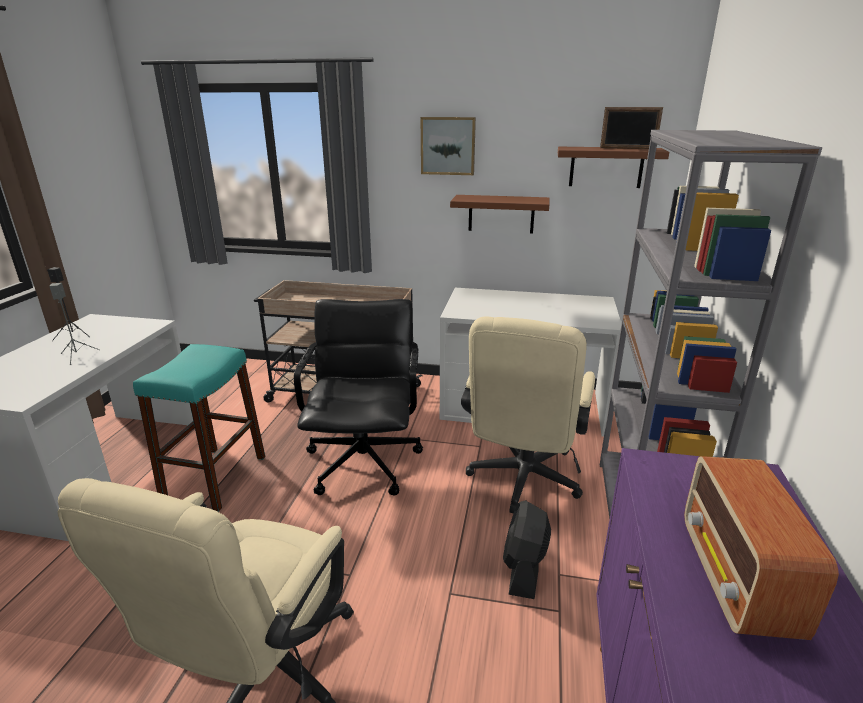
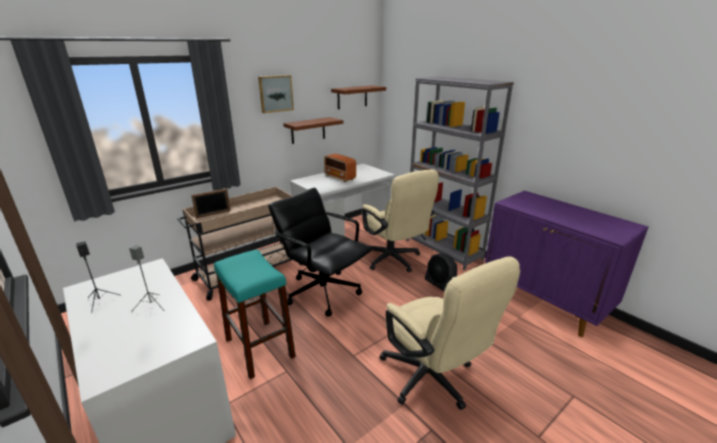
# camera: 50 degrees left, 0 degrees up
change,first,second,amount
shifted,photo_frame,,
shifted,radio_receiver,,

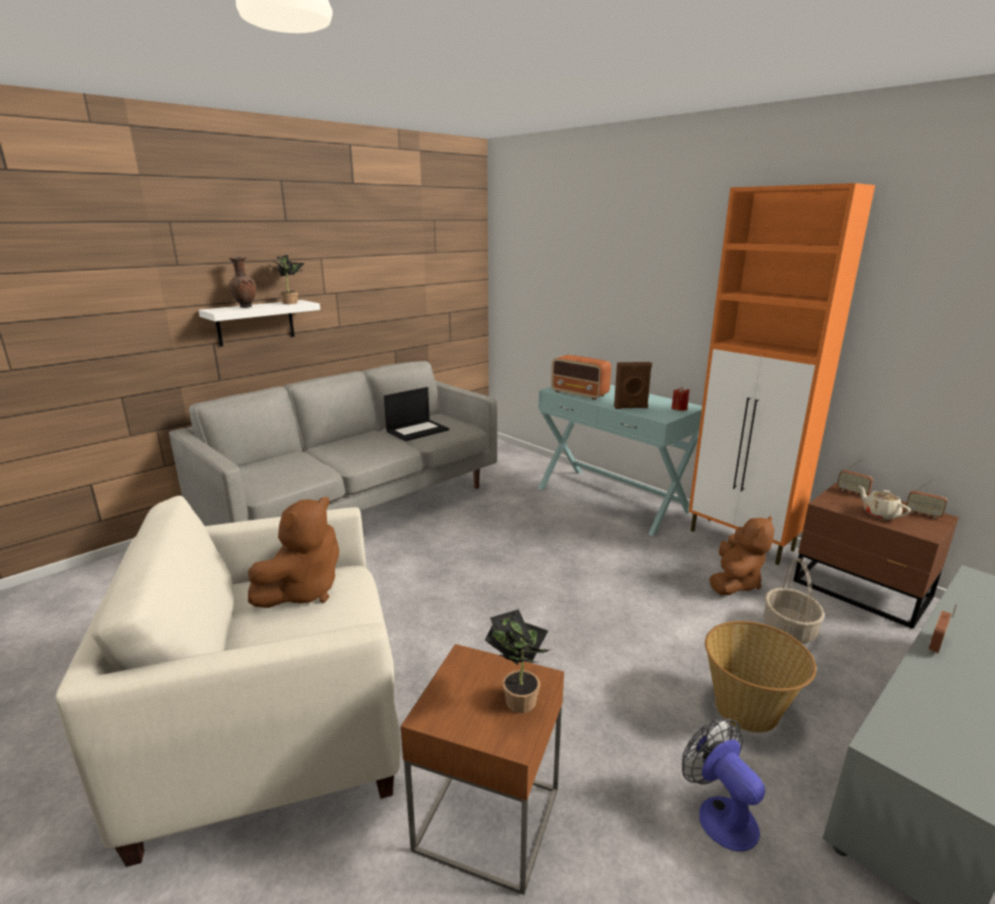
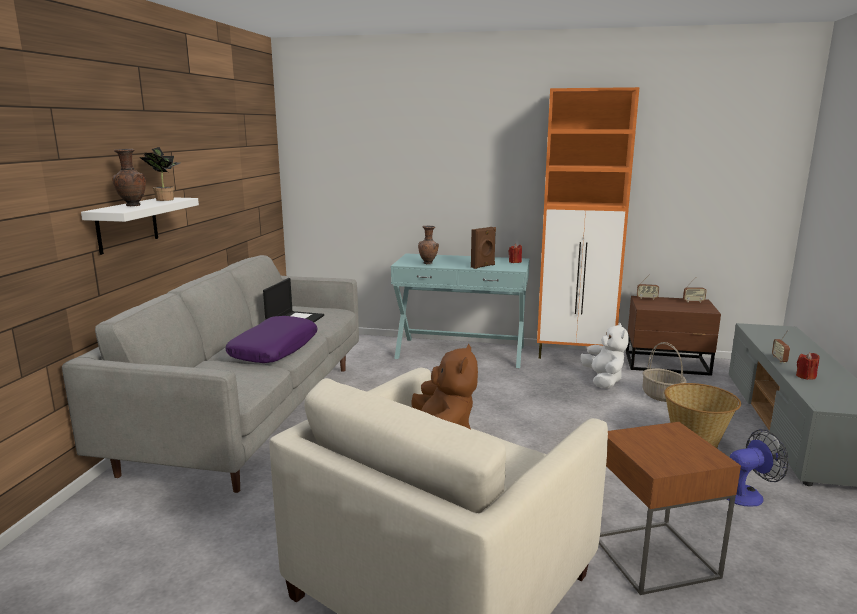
# camera: 35 degrees left, 5 degrees down
change,first,second,amount
swapped,radio_receiver (no. 1 from left),brownish_decorative_vase (no. 2 from left),
gone,beige_pot_for_tea,,
repainted,brownish_soft_toy (no. 2 from left),whitish_soft_toy,
gone,potted_plant (no. 2 from left),,
rotated,fan,,135 degrees clockwise
new,,purplish_cushion,
new,,red_candle (no. 2 from left),

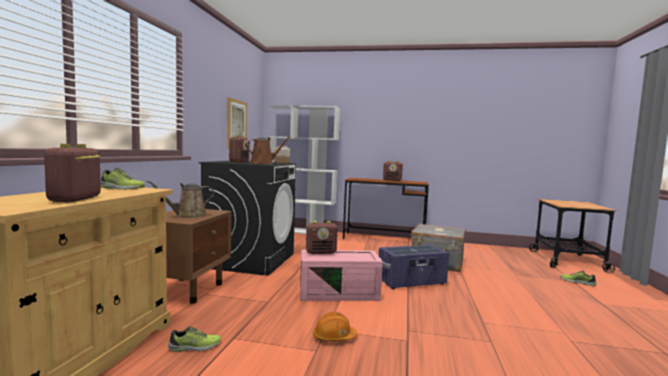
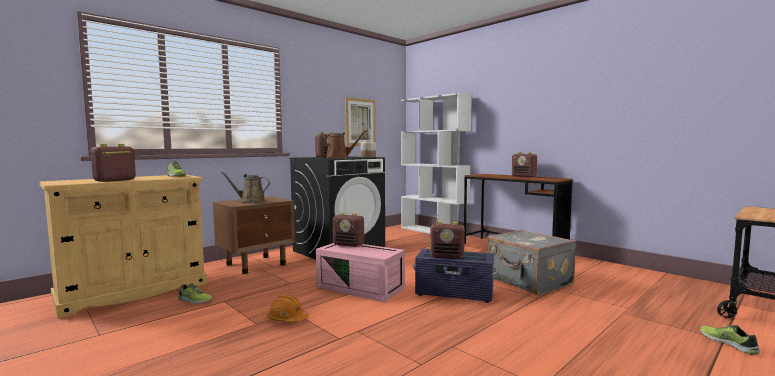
# camera: 35 degrees right, 0 degrees up
change,first,second,amount
new,,radio_receiver (no. 4 from left),

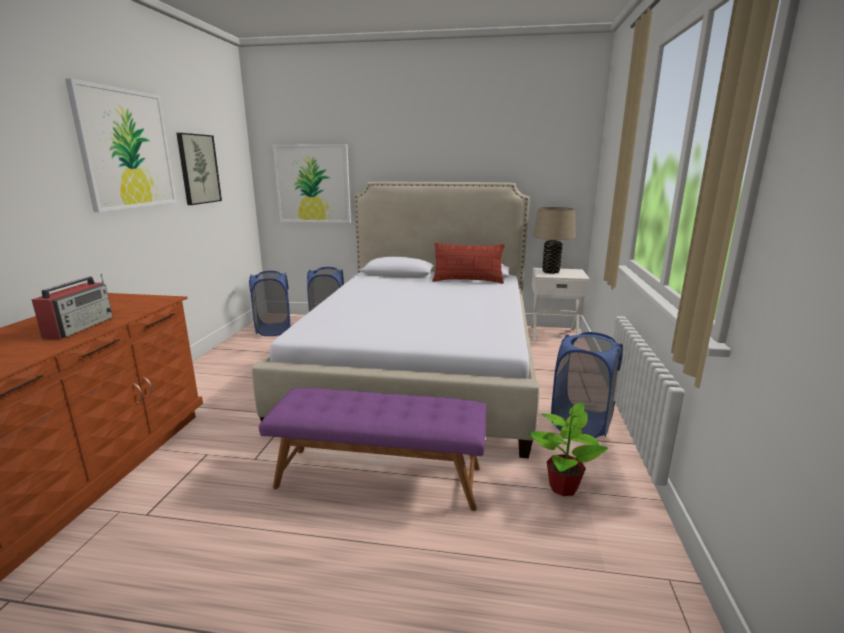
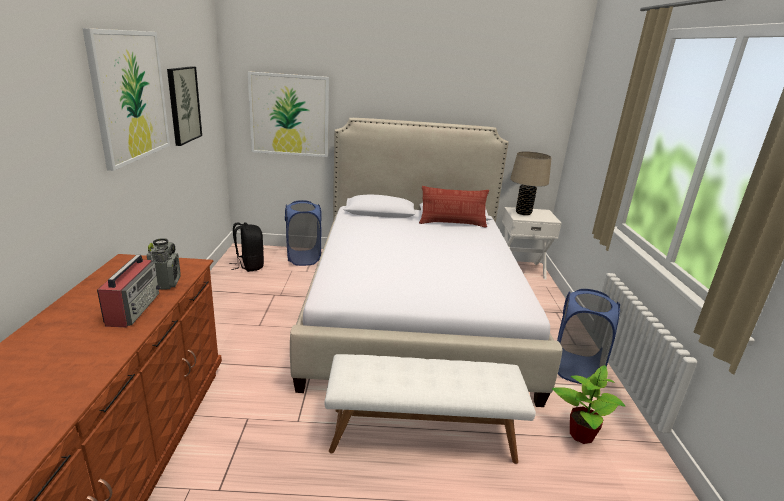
# camera: 10 degrees left, 5 degrees up
change,first,second,amount
swapped,blue_washing_basket (no. 1 from left),black-coloured_rucksack,
repainted,purplish_indoor_bench,whitish_indoor_bench,
new,,radio_receiver (no. 2 from left),

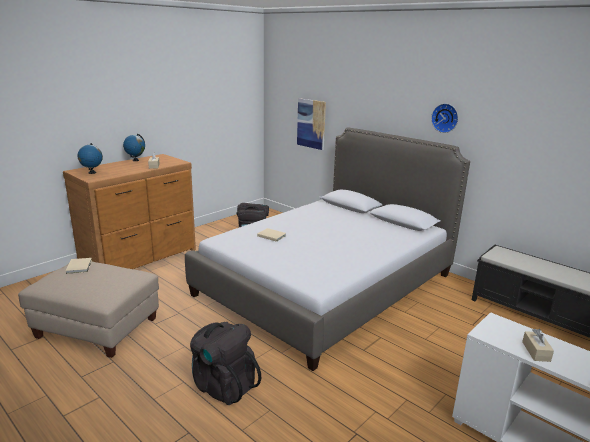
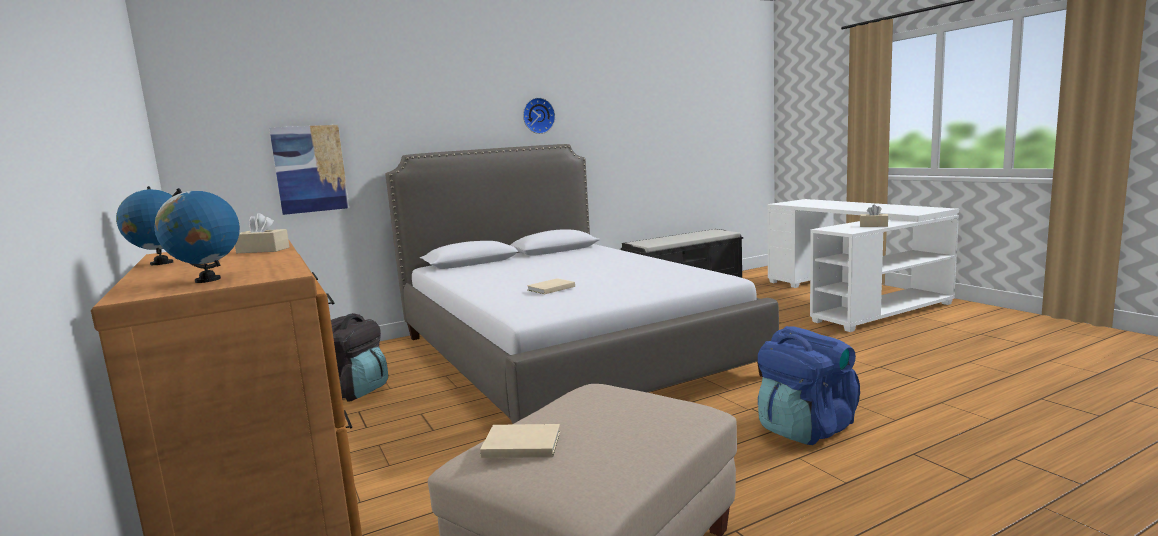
# camera: 70 degrees left, 10 degrees down
change,first,second,amount
repainted,black-coloured_rucksack (no. 1 from left),blue_rucksack,

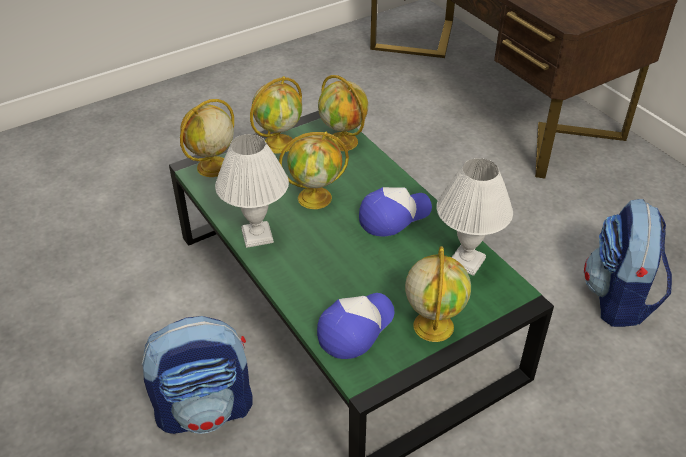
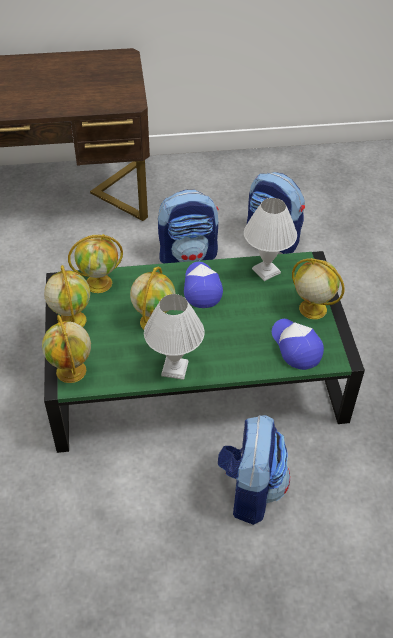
# camera: 65 degrees left, 5 degrees up
change,first,second,amount
new,,rucksack (no. 1 from left),

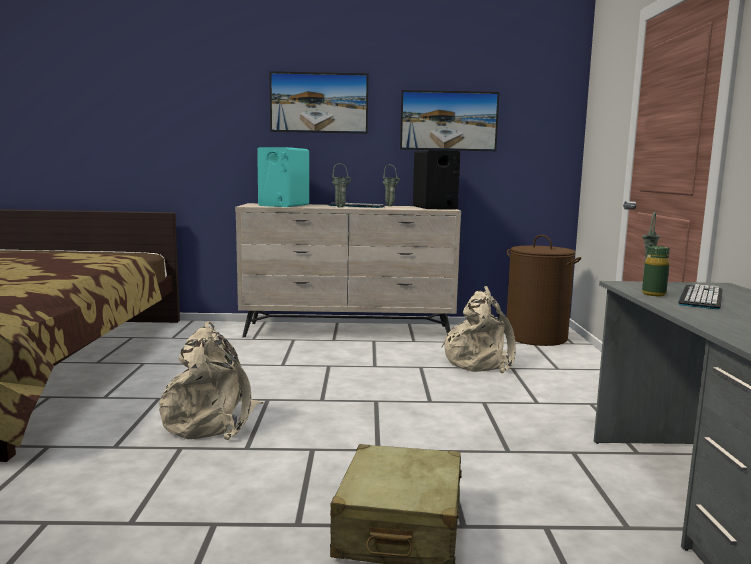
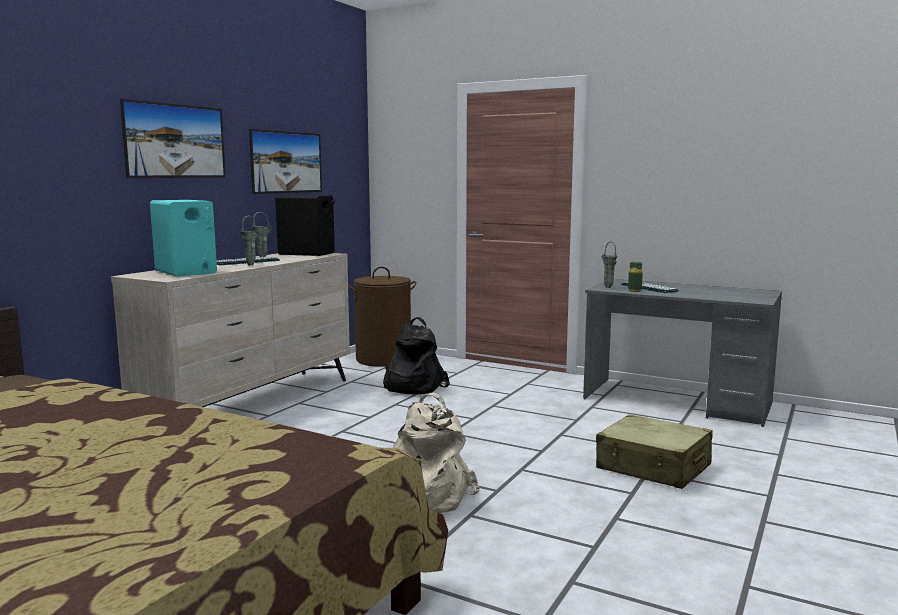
# camera: 60 degrees left, 0 degrees up
change,first,second,amount
repainted,beige_rucksack (no. 2 from left),black-coloured_rucksack,

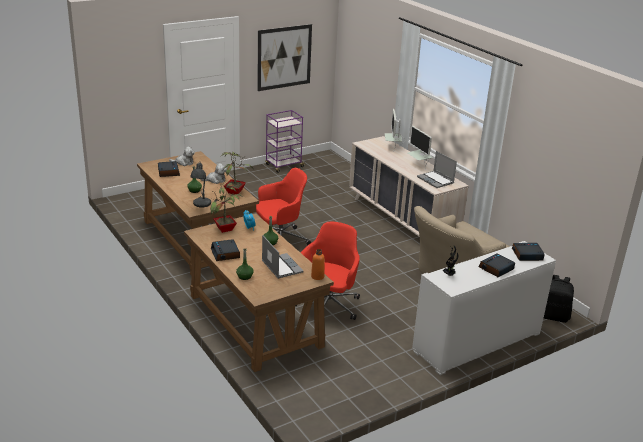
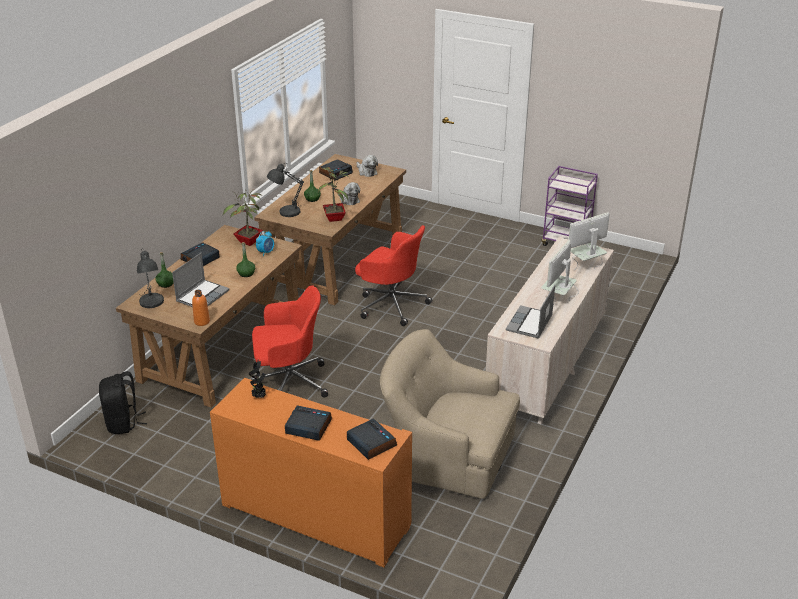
# camera: 60 degrees right, 5 degrees up
change,first,second,amount
gone,wall_art,,
repainted,whitish_cabinet,orangey_cabinet,
shifted,black-coloured_rucksack,,
new,,grey_tabletop_lamp (no. 1 from left),

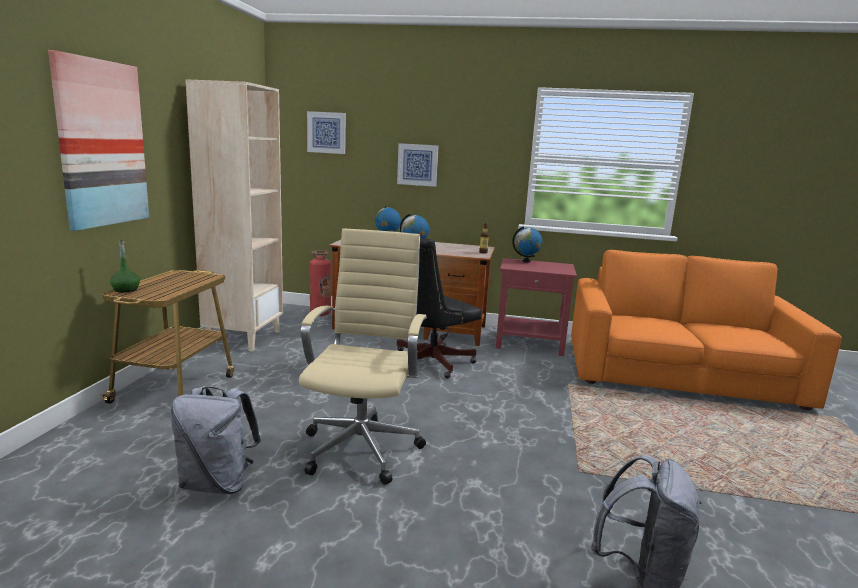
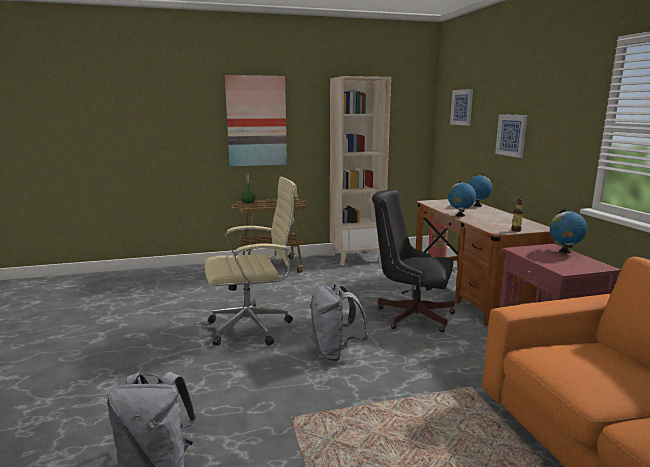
# camera: 65 degrees right, 0 degrees up
change,first,second,amount
shifted,grey_rucksack (no. 1 from left in the first image),grey_rucksack (no. 2 from left),

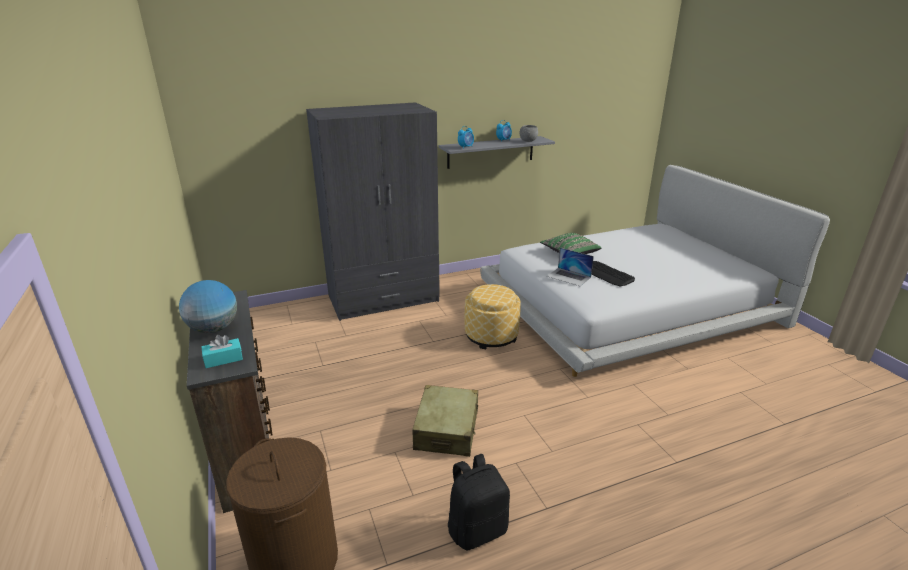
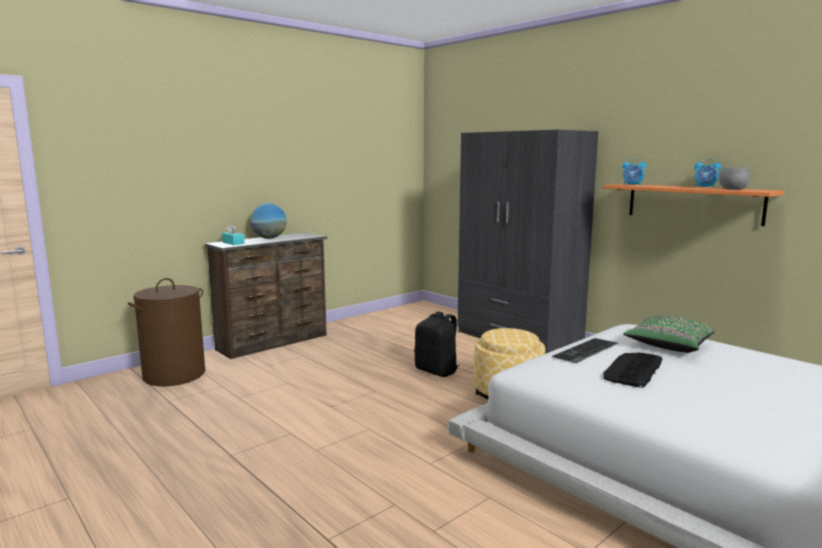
# camera: 70 degrees right, 15 degrees down
change,first,second,amount
repainted,grey_wall_shelf,orangey_wall_shelf,
swapped,laptop,keyboard (no. 1 from left),
gone,beige_piece_of_luggage,,
shifted,black-coloured_rucksack,,

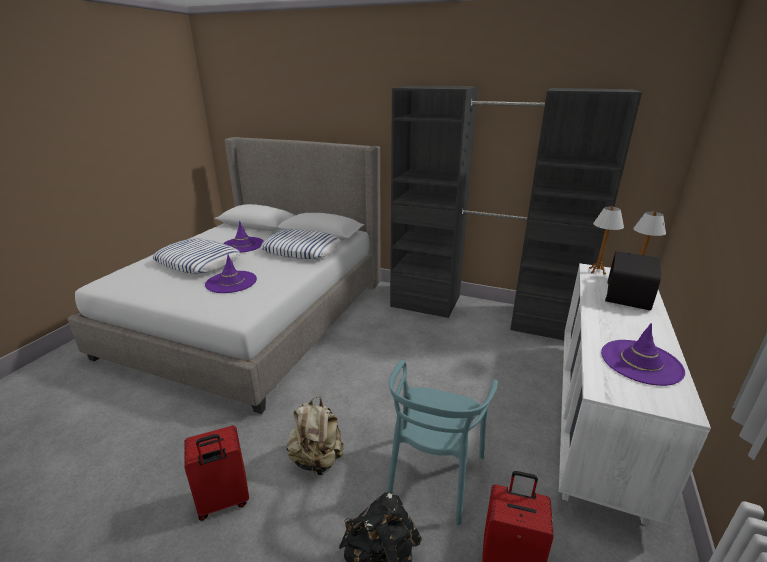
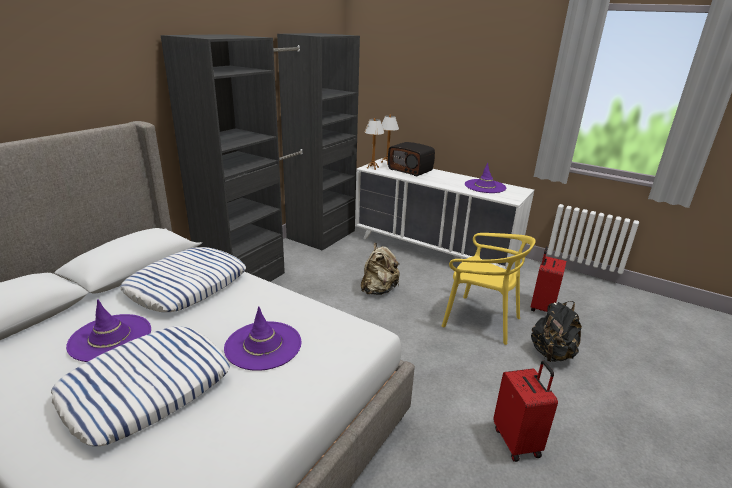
# camera: 80 degrees left, 0 degrees up
change,first,second,amount
repainted,turquoise-coloured_chair,yellow_chair,
shifted,beige_rucksack,,

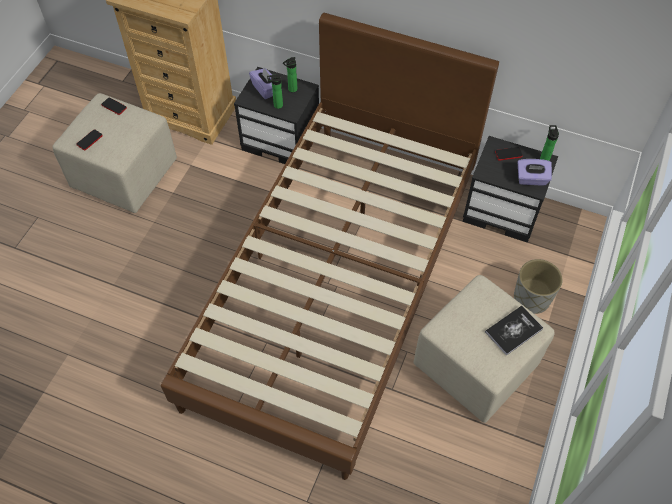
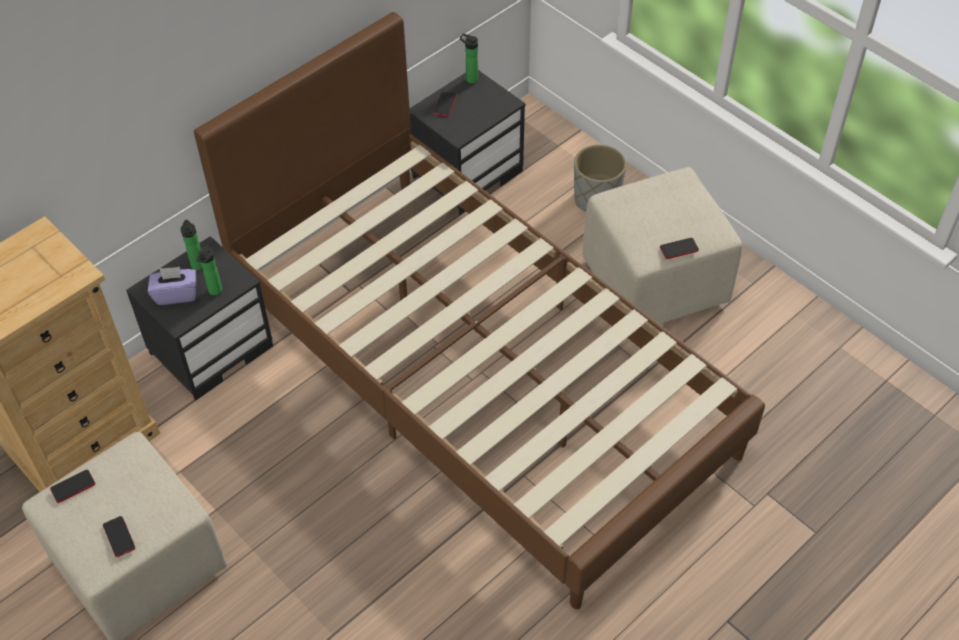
# camera: 65 degrees left, 5 degrees down
change,first,second,amount
gone,purplish_tissue_holder (no. 2 from left),,
gone,volume,,
new,,handset (no. 4 from left),

